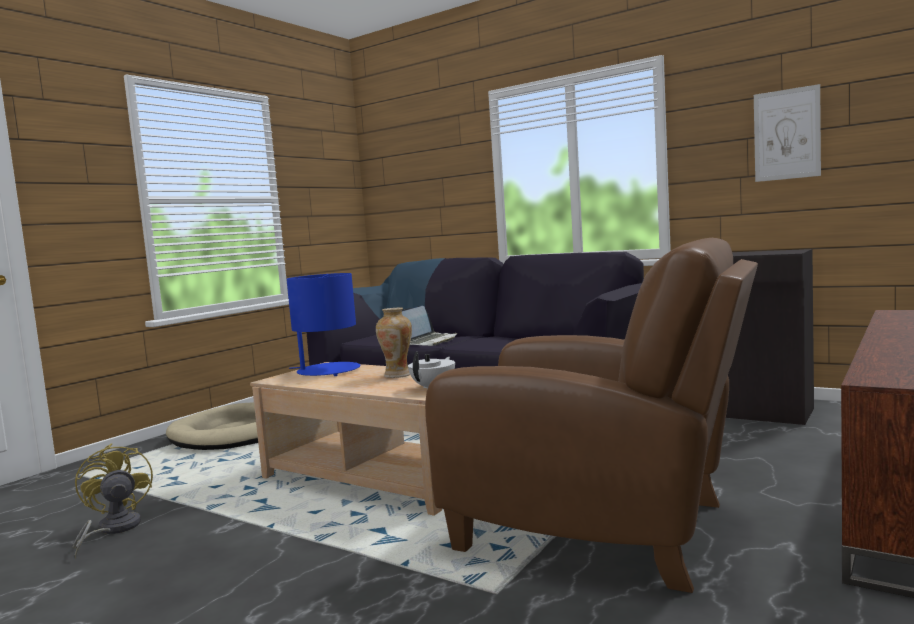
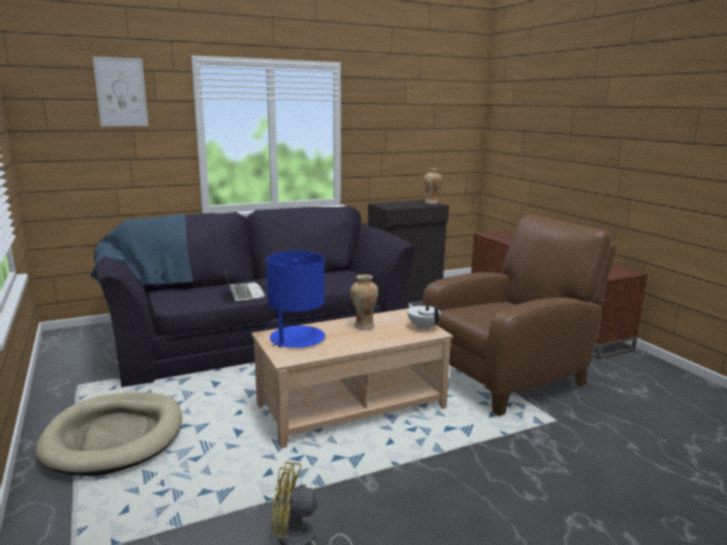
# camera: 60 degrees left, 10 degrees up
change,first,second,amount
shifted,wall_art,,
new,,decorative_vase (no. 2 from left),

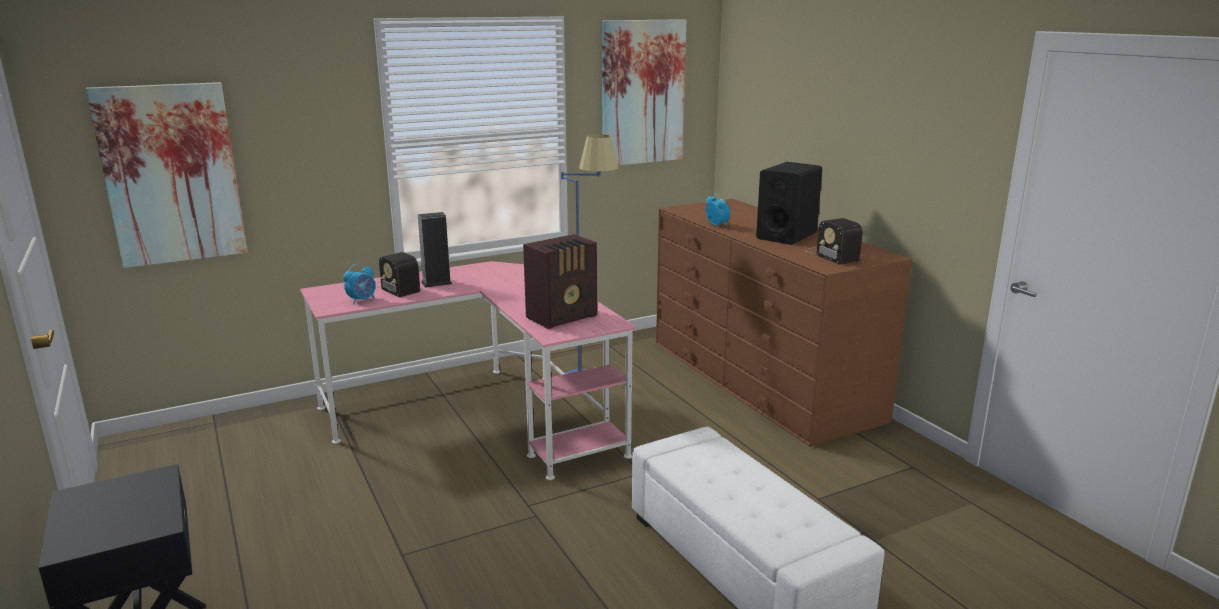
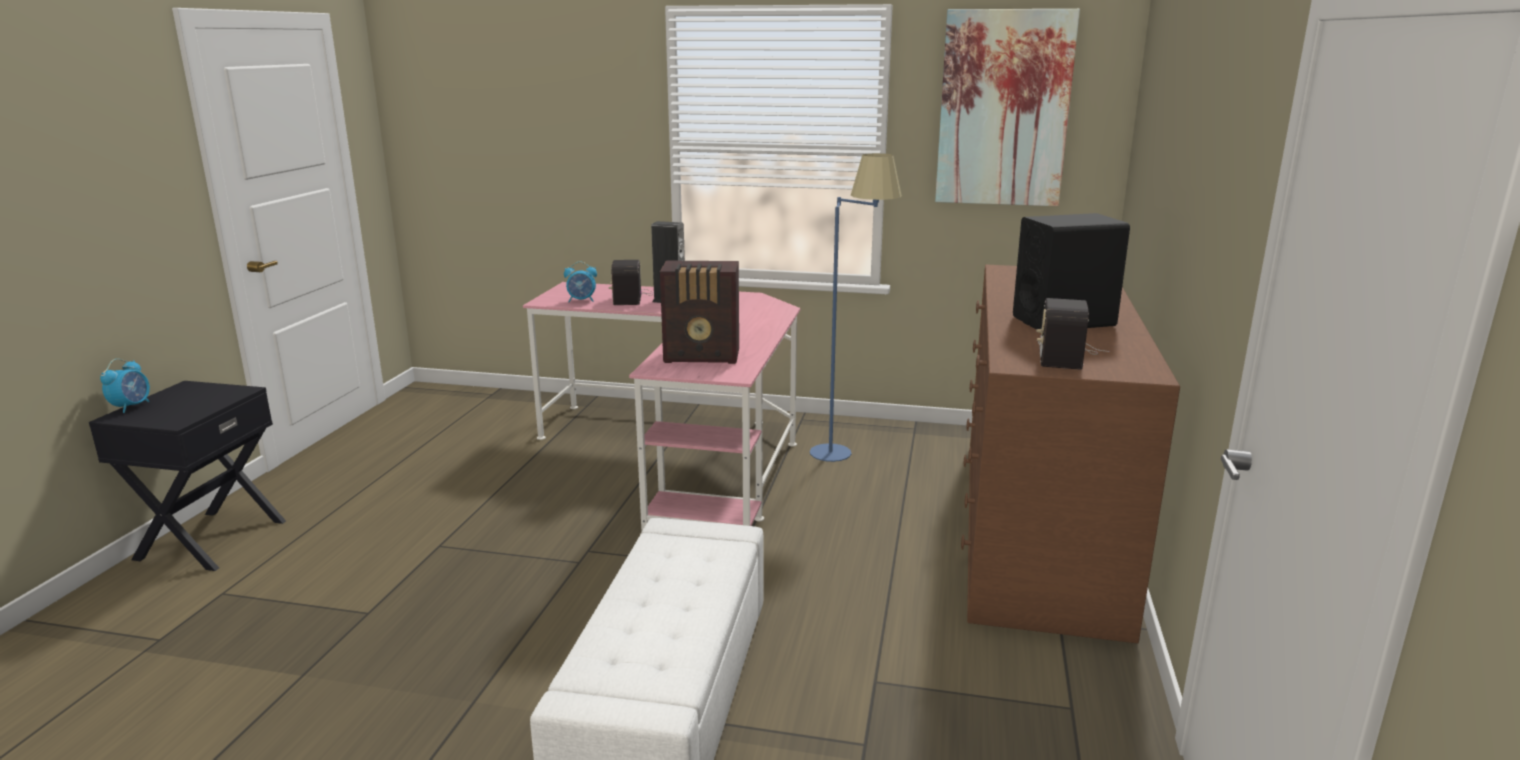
# camera: 40 degrees right, 0 degrees up
change,first,second,amount
gone,wall_art (no. 1 from left),,
shifted,table_clock (no. 2 from left in the first image),table_clock (no. 1 from left),

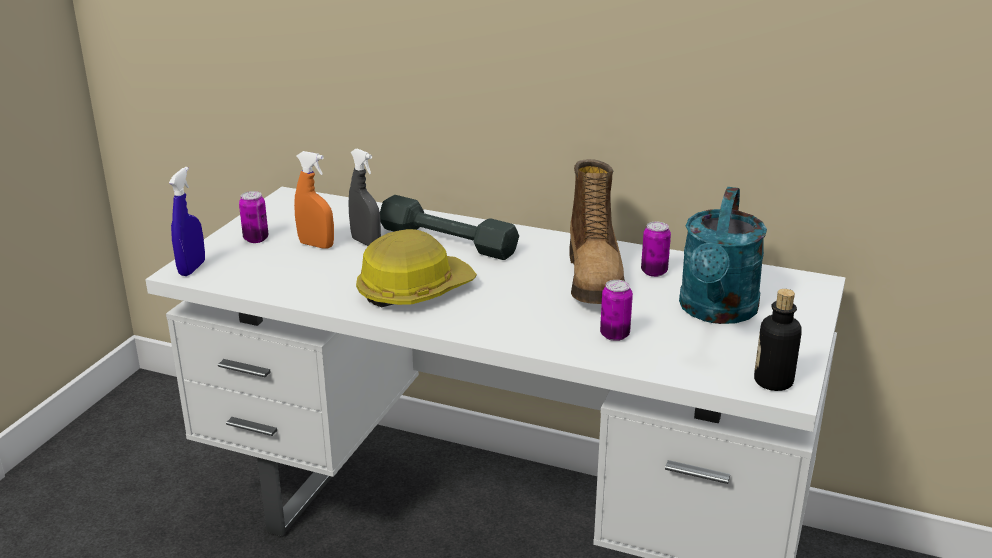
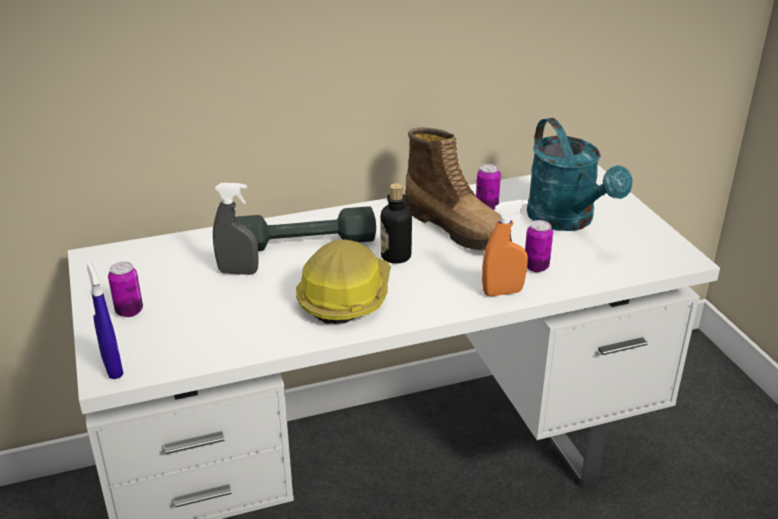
# camera: 40 degrees left, 5 degrees up
change,first,second,amount
shifted,orangey_spray_bottle,,
shifted,drink_bottle,,

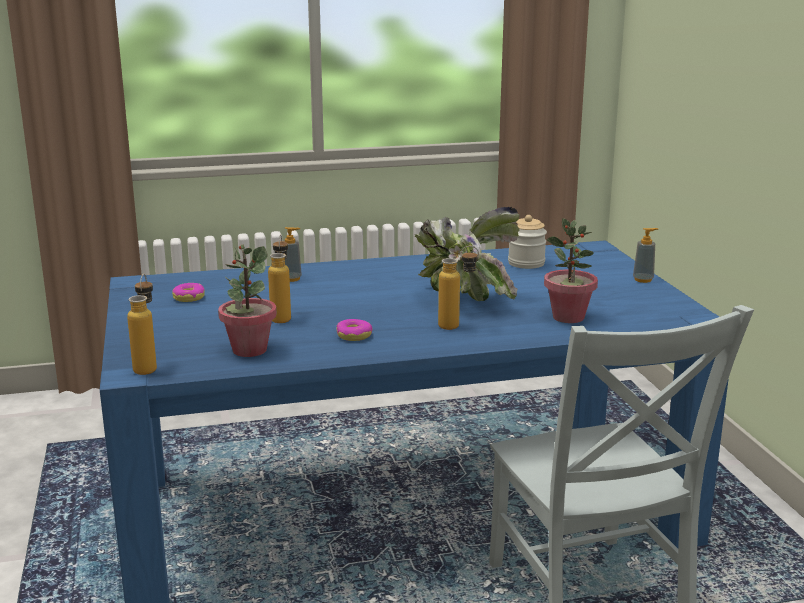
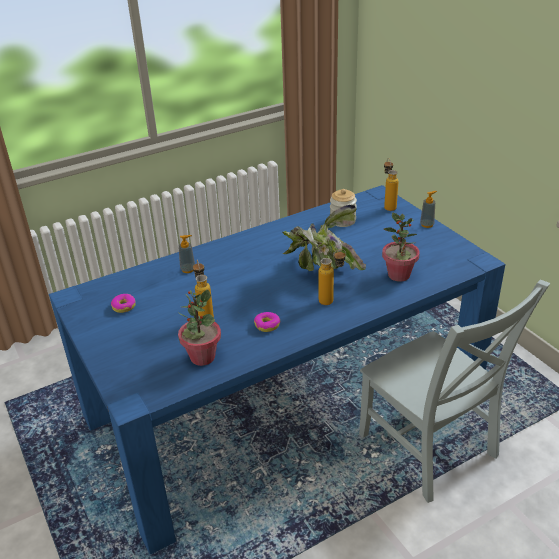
# camera: 15 degrees left, 15 degrees up
change,first,second,amount
shifted,drink_bottle (no. 1 from left in the first image),drink_bottle (no. 3 from left),

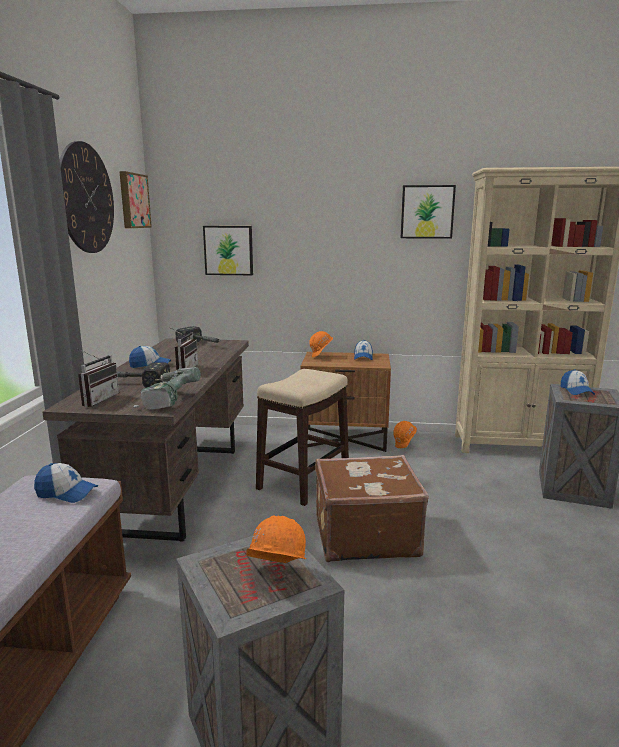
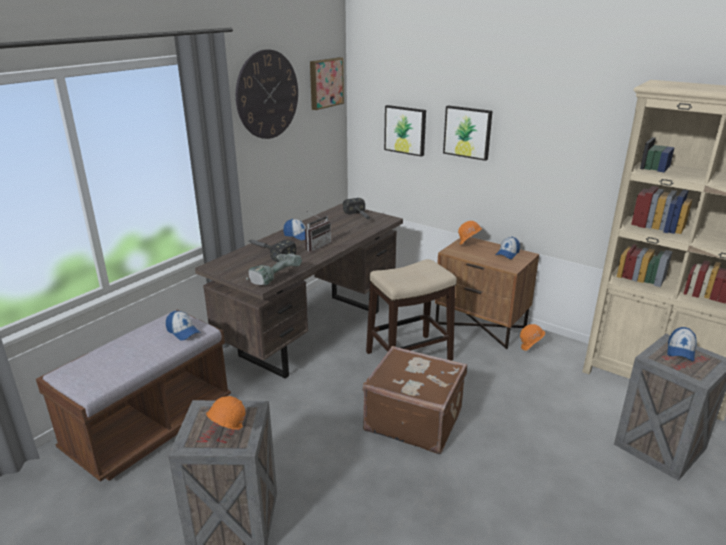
# camera: 30 degrees right, 10 degrees up
change,first,second,amount
shifted,wall_art (no. 3 from left),,
gone,radio_receiver (no. 1 from left),,

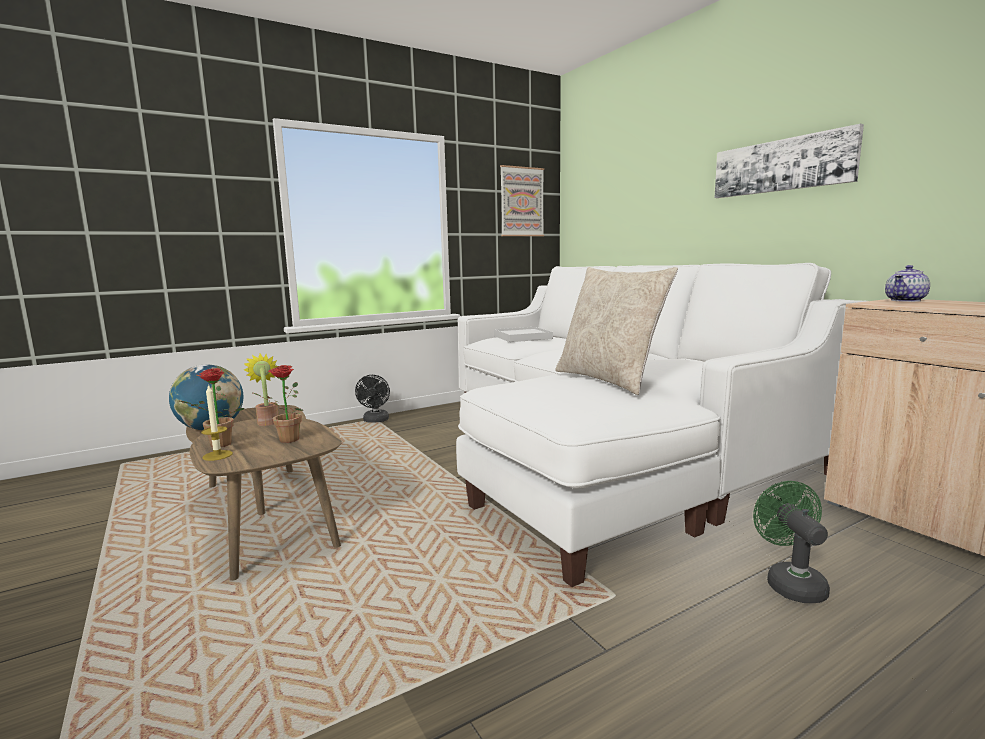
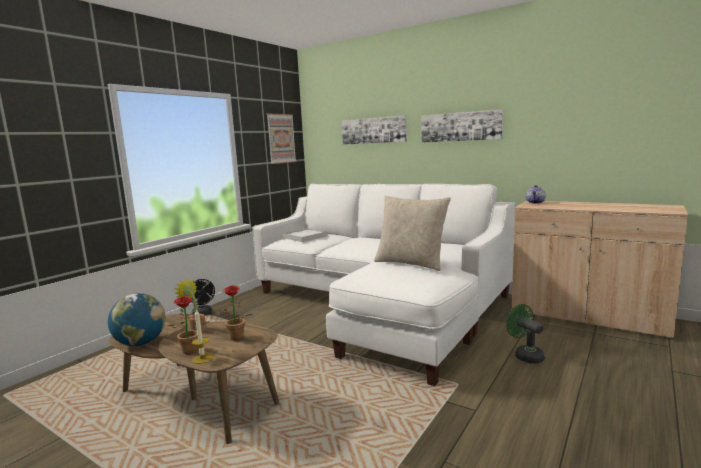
# camera: 25 degrees left, 0 degrees up
change,first,second,amount
new,,wall_art (no. 2 from left),

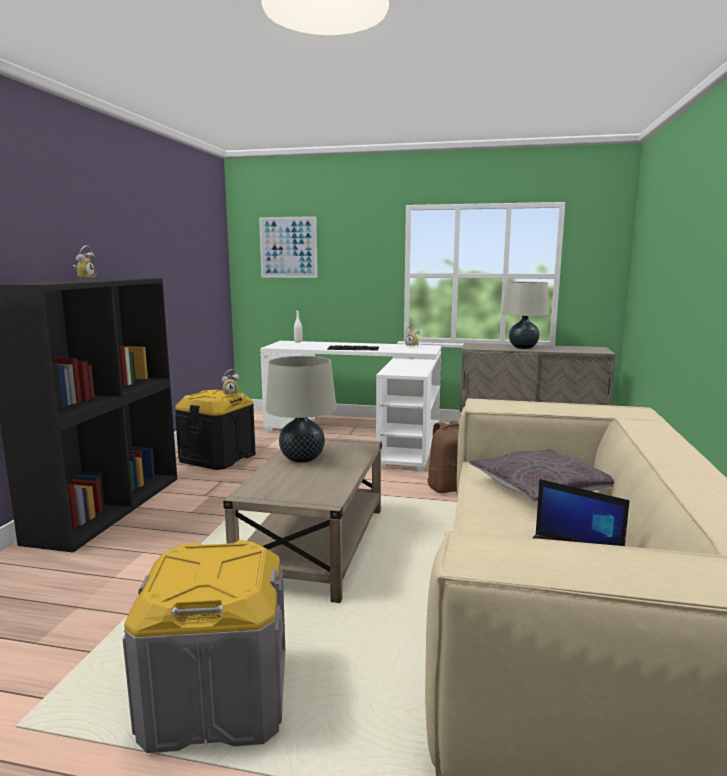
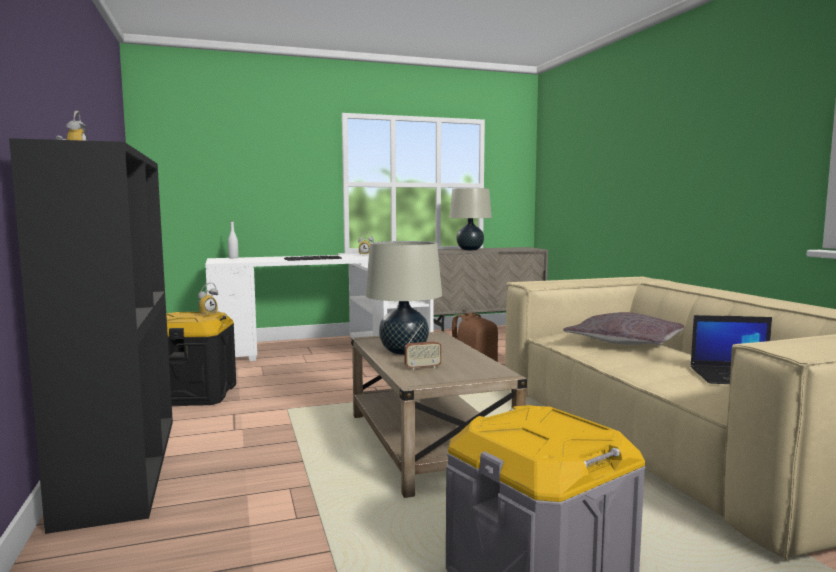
# camera: 30 degrees left, 5 degrees down
change,first,second,amount
gone,wall_art,,
new,,radio_receiver,

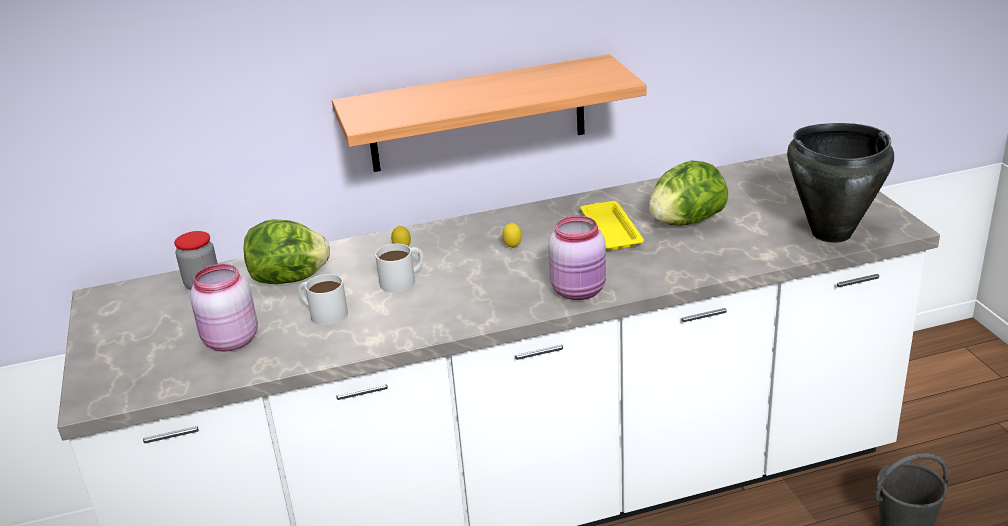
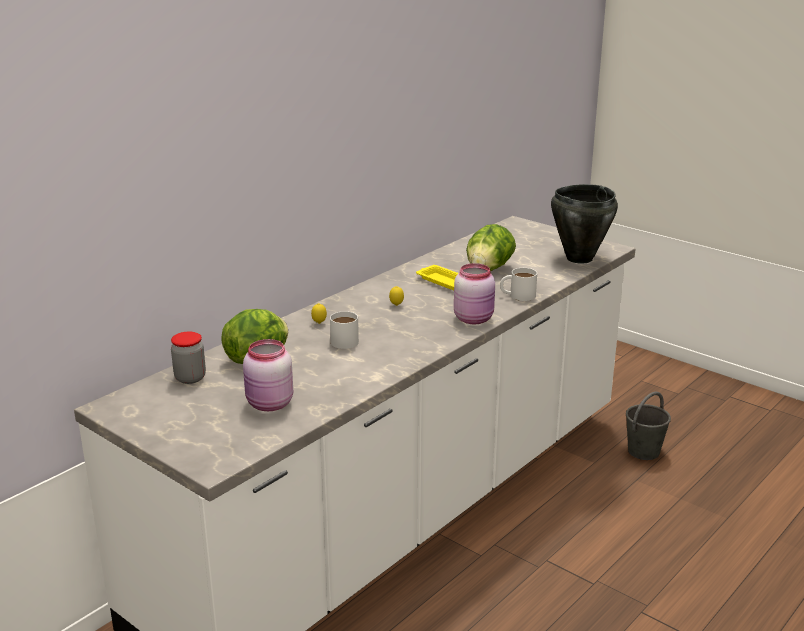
# camera: 35 degrees left, 5 degrees down
change,first,second,amount
gone,wall_shelf,,
shifted,whitish_tea_mug (no. 1 from left in the first image),whitish_tea_mug (no. 2 from left),

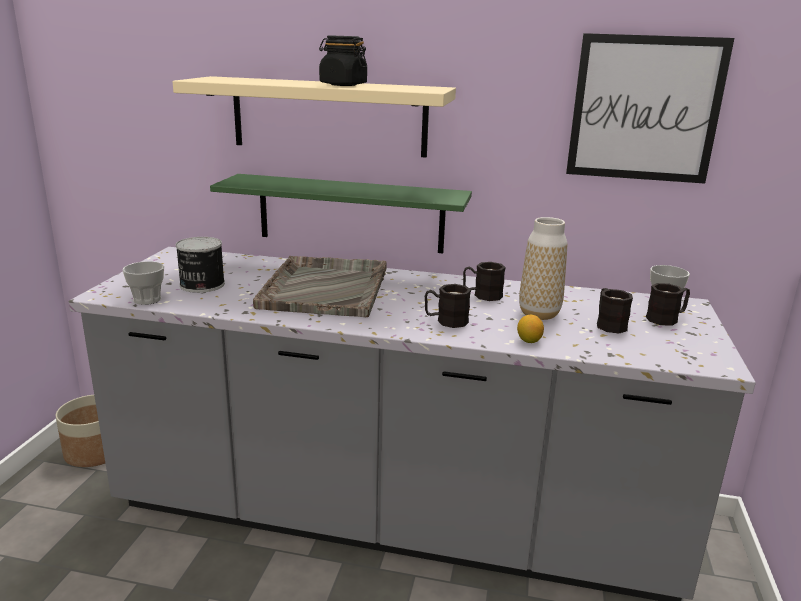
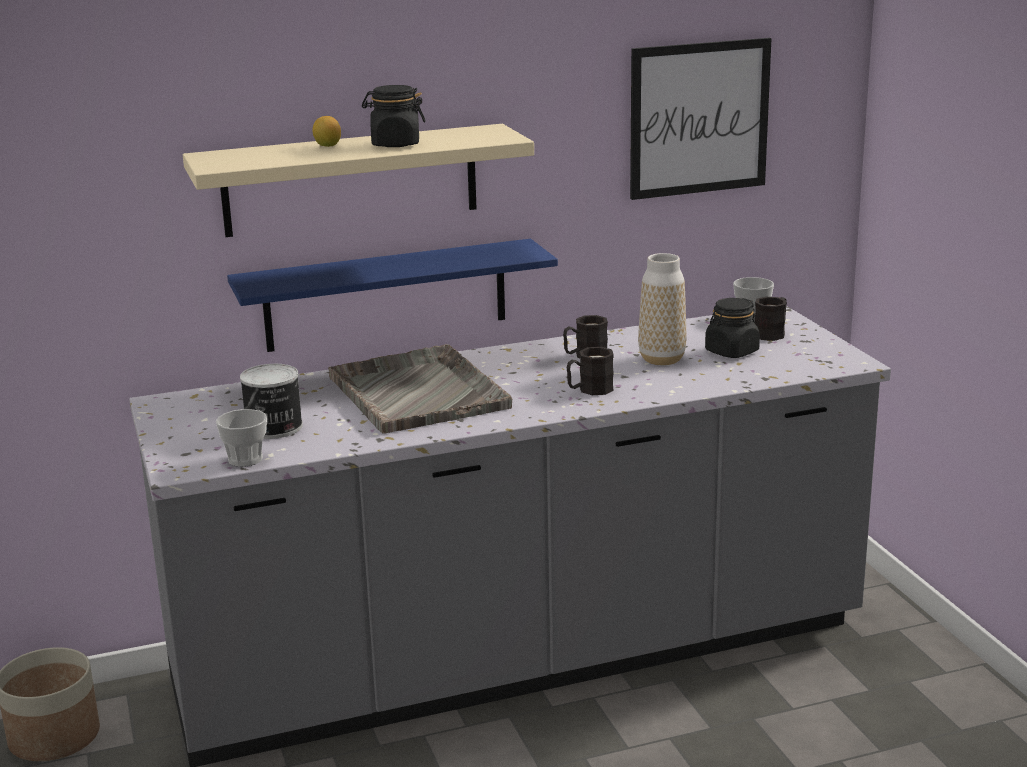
# camera: 30 degrees left, 0 degrees up
change,first,second,amount
repainted,green-coloured_wall_shelf,blue_wall_shelf,
swapped,black-coloured_tea_mug (no. 3 from left),black-coloured_storage_jar (no. 2 from left),
shifted,lemon,,

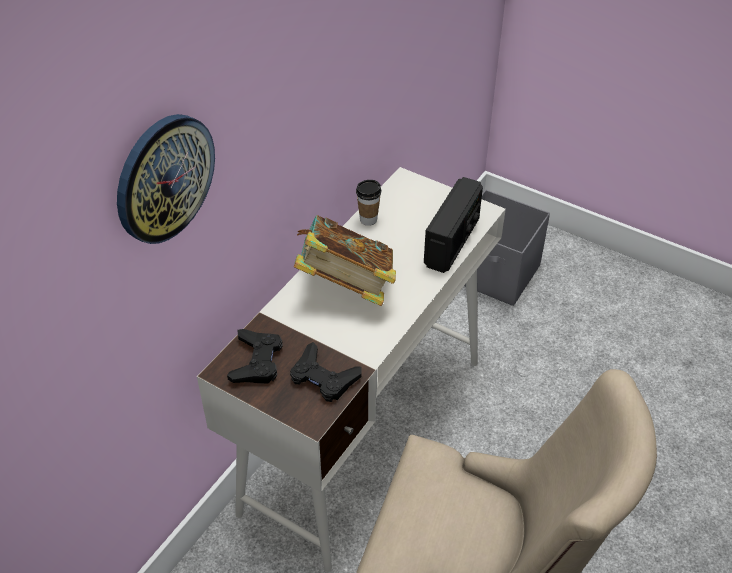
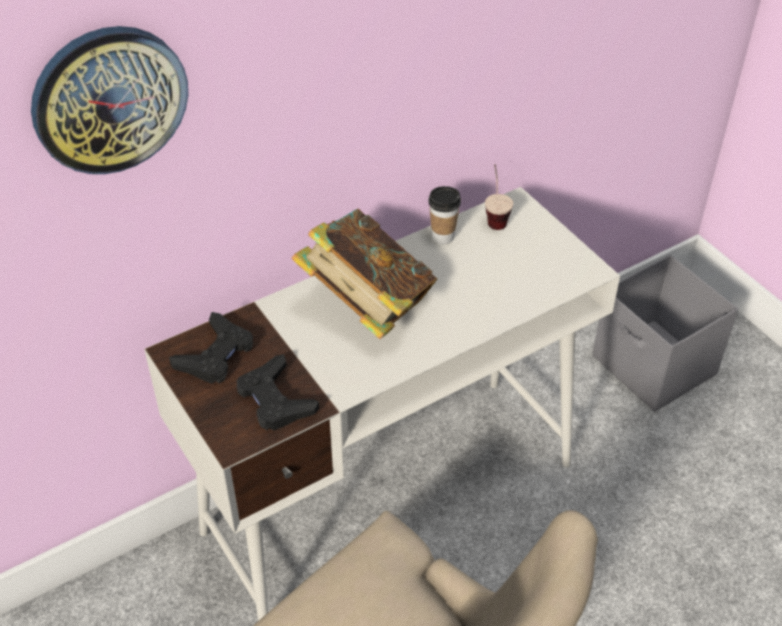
# camera: 25 degrees right, 0 degrees up
change,first,second,amount
gone,radio_receiver,,
new,,small_cup (no. 2 from left),

